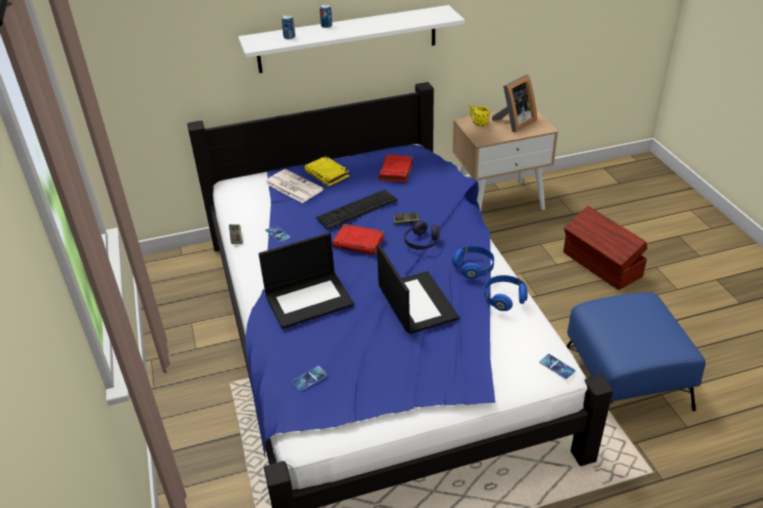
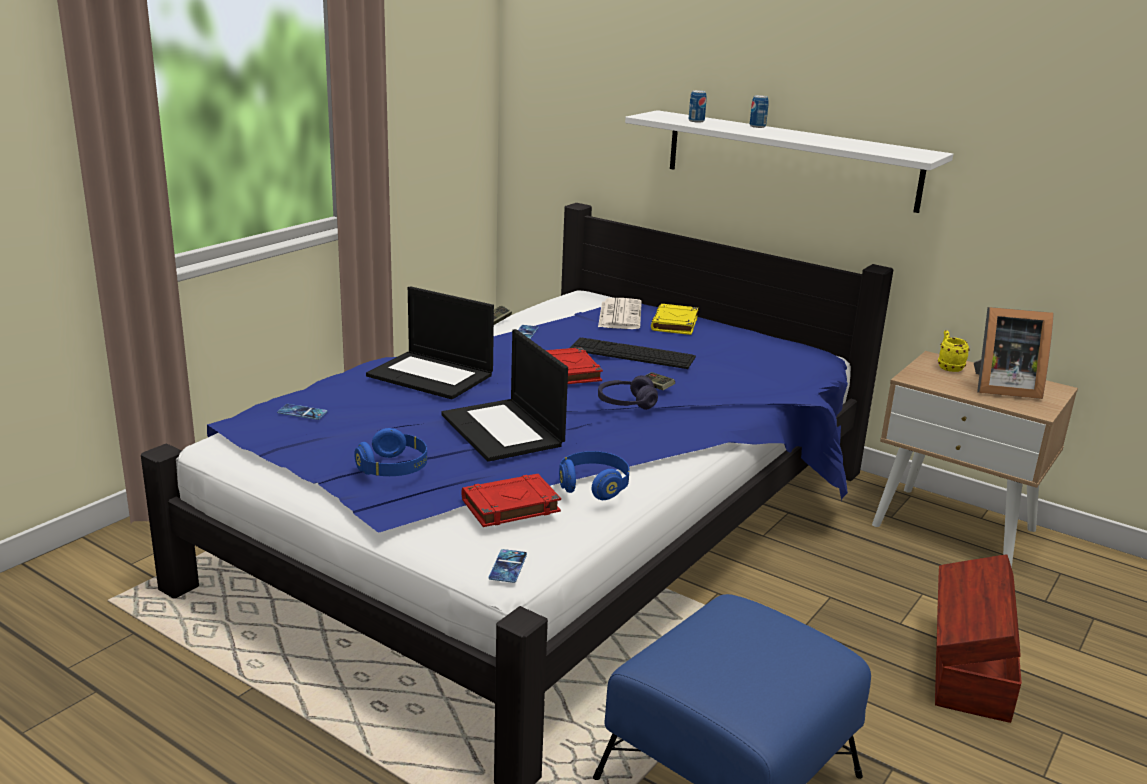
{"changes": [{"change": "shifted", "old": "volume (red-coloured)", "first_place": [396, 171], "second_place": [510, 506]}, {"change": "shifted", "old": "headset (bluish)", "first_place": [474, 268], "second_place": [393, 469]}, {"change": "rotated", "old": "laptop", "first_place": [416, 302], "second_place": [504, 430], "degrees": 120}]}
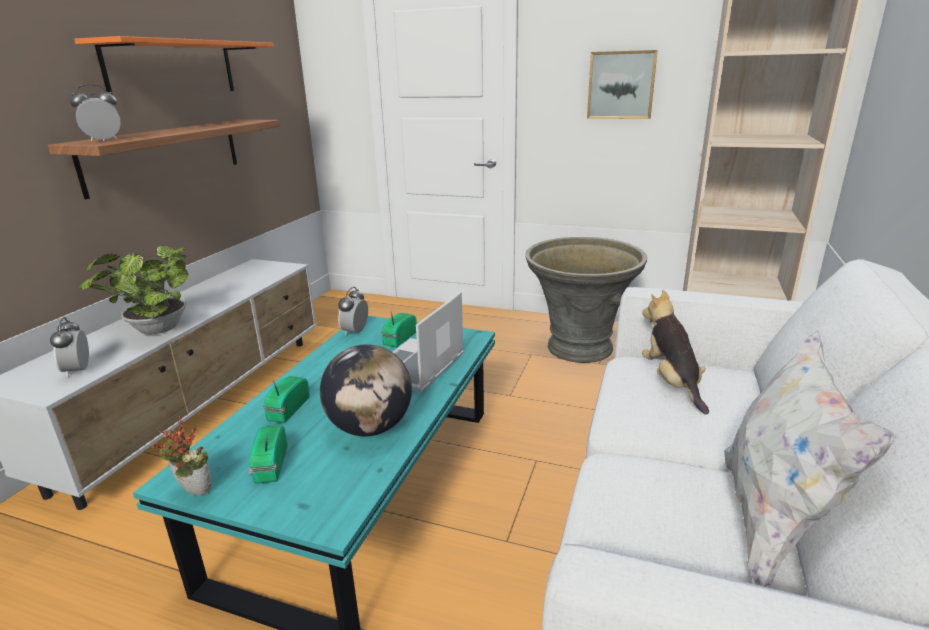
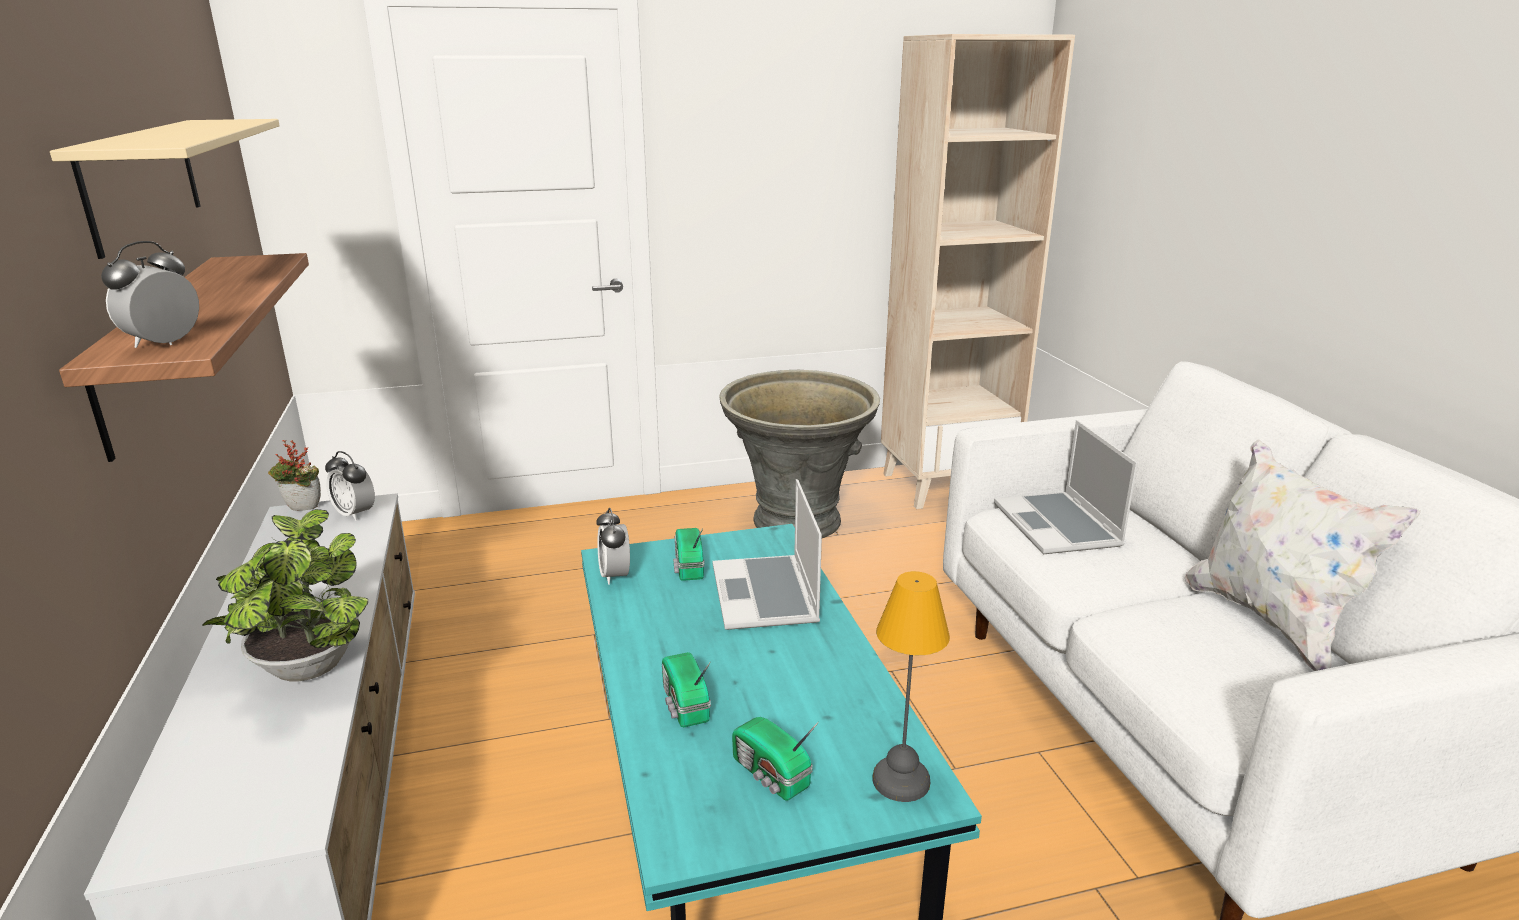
{"changes": [{"change": "gone", "old": "desk globe", "first_place": [370, 428]}, {"change": "gone", "old": "wall picture", "first_place": [621, 85]}, {"change": "new", "new": "table lamp", "second_place": [902, 781]}, {"change": "shifted", "old": "bedside clock", "first_place": [78, 370], "second_place": [355, 514]}, {"change": "shifted", "old": "houseplant", "first_place": [192, 493], "second_place": [302, 510]}, {"change": "swapped", "old": "cuddly toy", "new": "laptop", "first_place": [671, 382], "second_place": [1058, 526]}, {"change": "repainted", "old": "wall shelf (orangey)", "new": "wall shelf (sand-coloured)", "first_place": [172, 68], "second_place": [143, 181]}]}
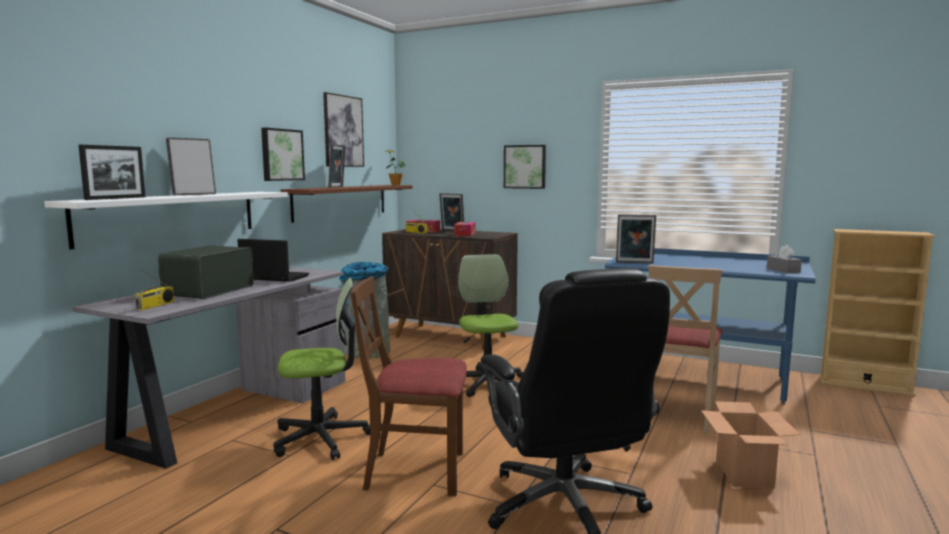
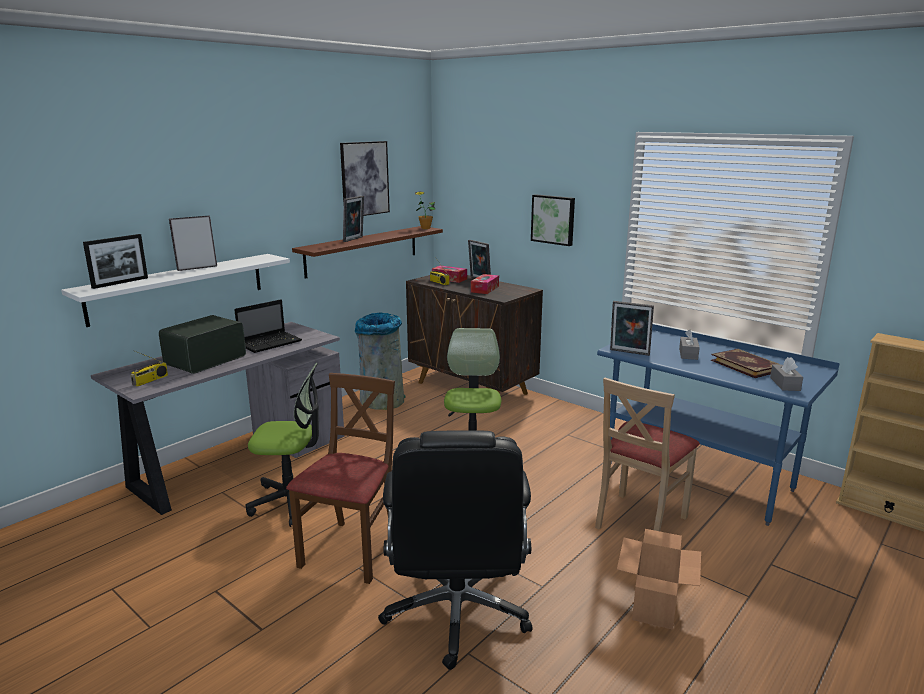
{"changes": [{"change": "gone", "old": "wall picture", "first_place": [281, 155]}, {"change": "new", "new": "tissue holder (grey)", "second_place": [688, 354]}, {"change": "new", "new": "volume", "second_place": [746, 365]}, {"change": "rotated", "old": "laptop", "first_place": [273, 277], "second_place": [271, 343], "degrees": 105}, {"change": "rotated", "old": "upright chair (brown)", "first_place": [415, 471], "second_place": [351, 551], "degrees": 90}]}
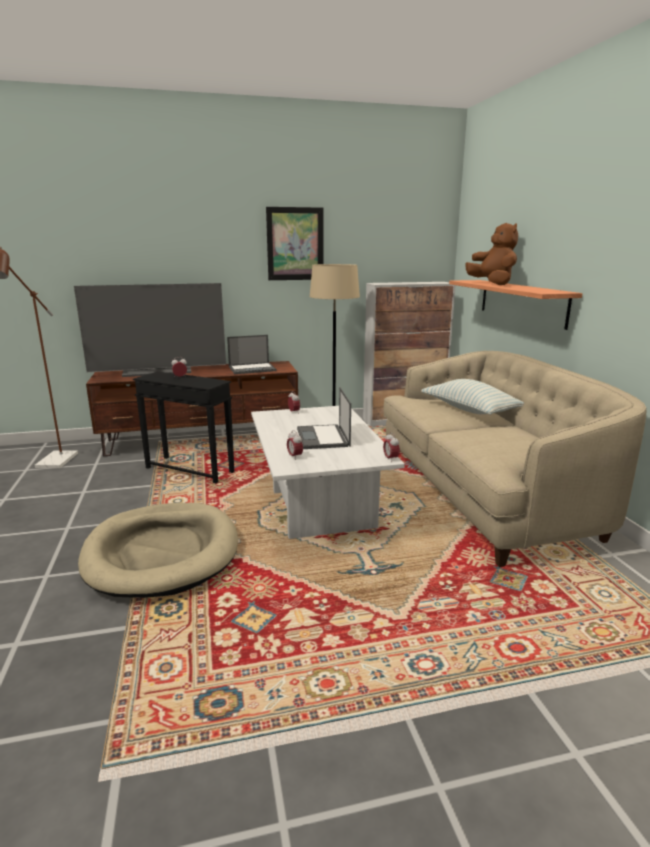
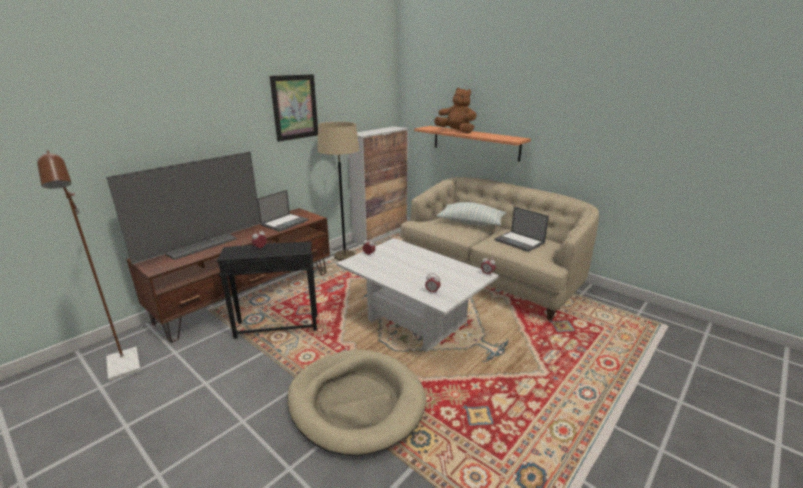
{"changes": [{"change": "shifted", "old": "laptop", "first_place": [323, 437], "second_place": [520, 241]}]}
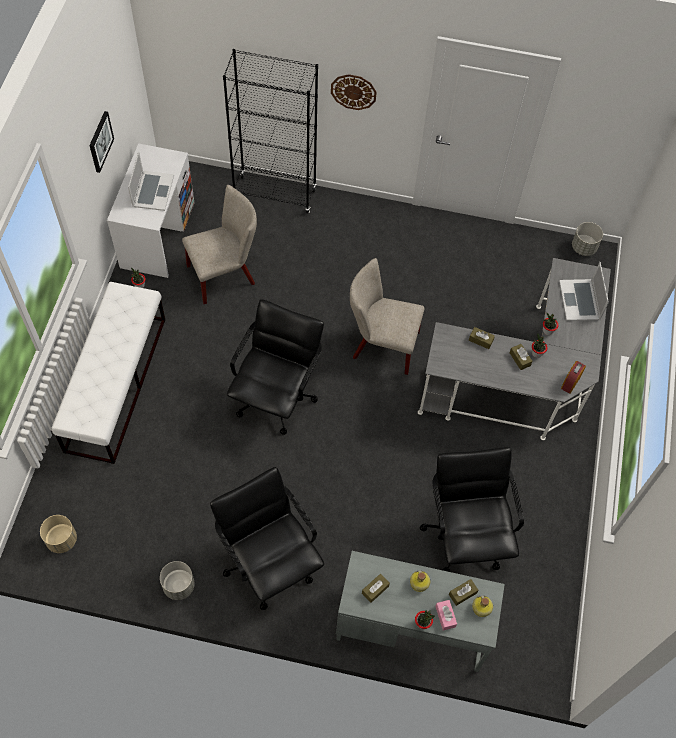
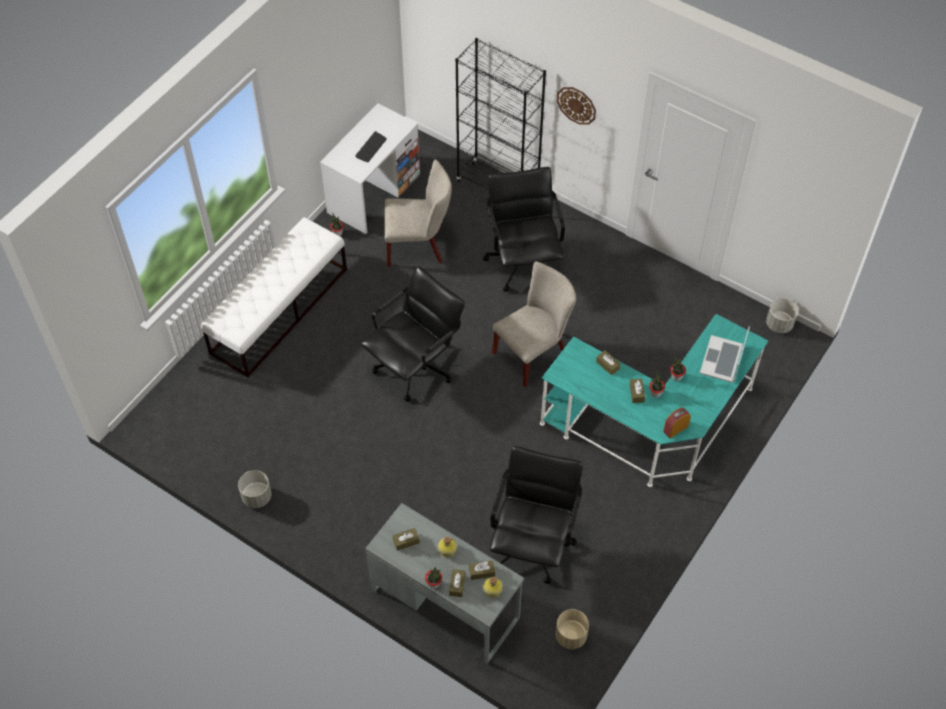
{"changes": [{"change": "gone", "old": "wall picture", "first_place": [100, 141]}, {"change": "shifted", "old": "planter (sand-coloured)", "first_place": [61, 540], "second_place": [570, 636]}, {"change": "shifted", "old": "computer chair (black)", "first_place": [269, 563], "second_place": [523, 263]}, {"change": "swapped", "old": "laptop", "new": "PC keyboard", "first_place": [152, 191], "second_place": [371, 148]}, {"change": "repainted", "old": "desk unit (grey)", "new": "desk unit (blue-green)", "first_place": [520, 381], "second_place": [653, 427]}, {"change": "repainted", "old": "tissue holder (pink)", "new": "tissue holder (brown)", "first_place": [445, 616], "second_place": [457, 585]}, {"change": "rotated", "old": "upright chair (sand-coloured)", "first_place": [381, 345], "second_place": [534, 352], "degrees": 105}]}
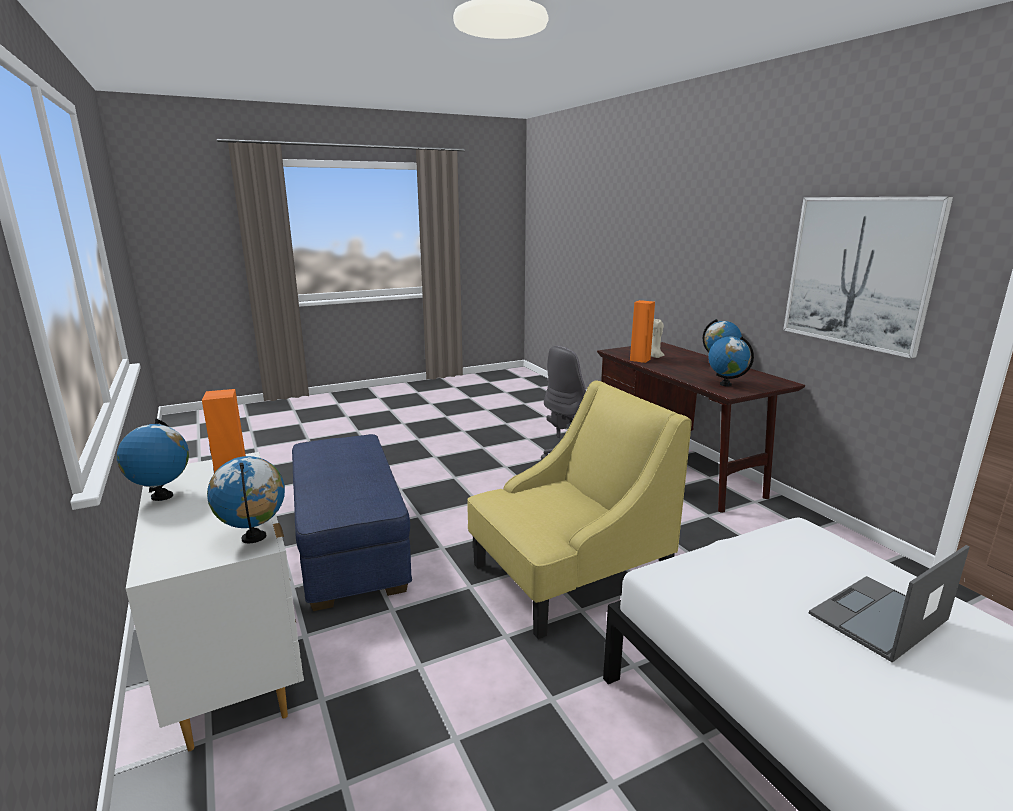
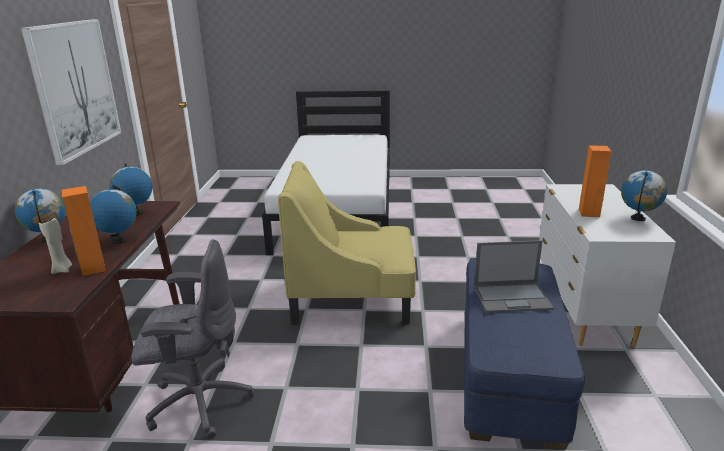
{"changes": [{"change": "shifted", "old": "desk globe", "first_place": [254, 538], "second_place": [118, 241]}, {"change": "shifted", "old": "laptop", "first_place": [878, 618], "second_place": [513, 297]}]}
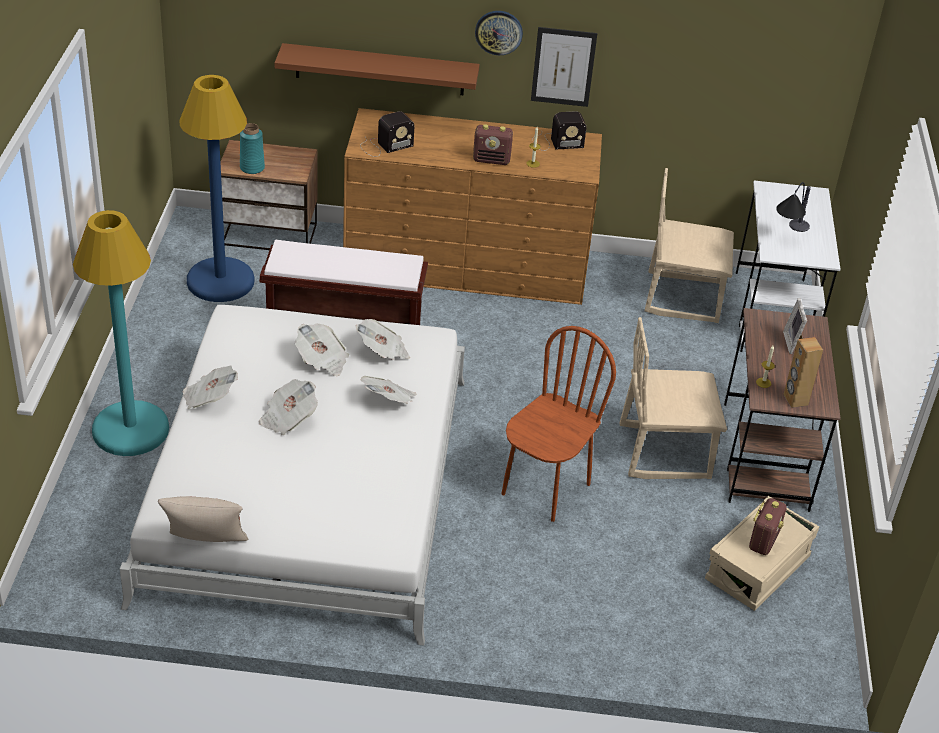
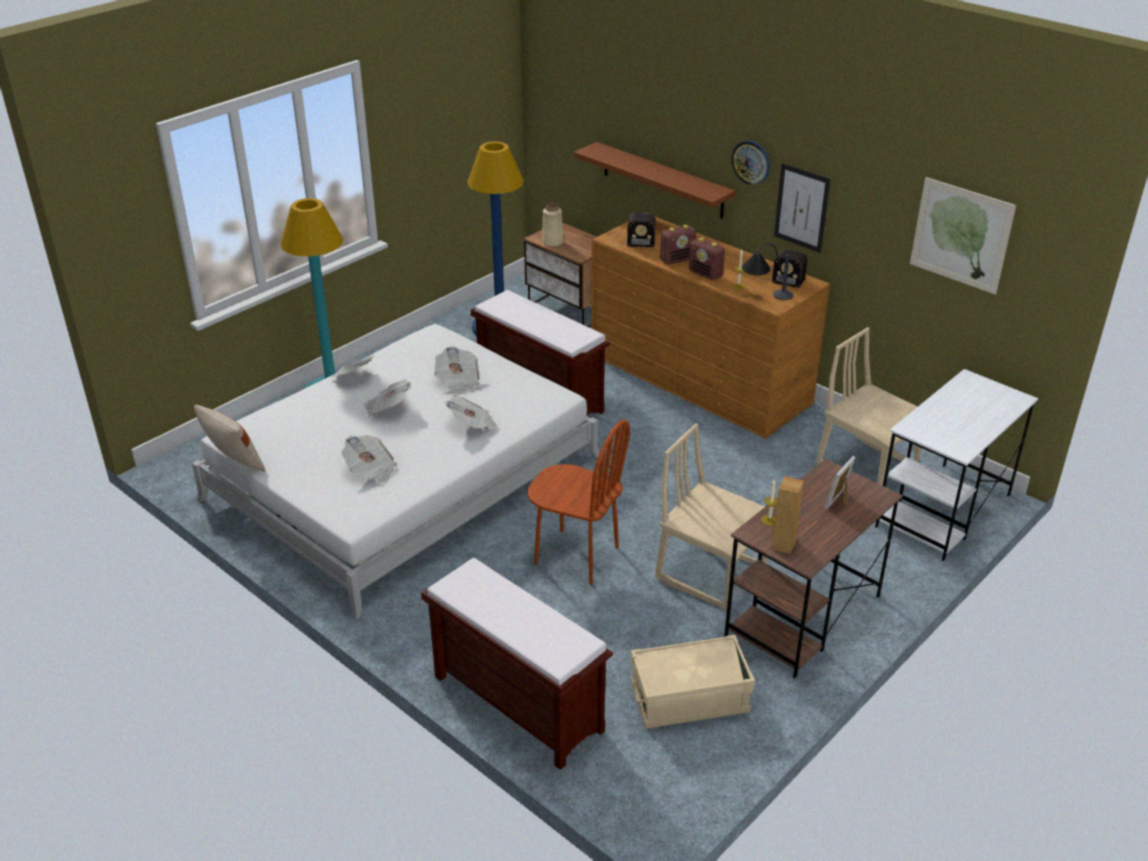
{"changes": [{"change": "new", "new": "bench (brown)", "second_place": [516, 703]}, {"change": "new", "new": "wall picture", "second_place": [961, 235]}, {"change": "shifted", "old": "daily paper", "first_place": [383, 352], "second_place": [371, 471]}, {"change": "shifted", "old": "radio", "first_place": [763, 541], "second_place": [677, 259]}, {"change": "shifted", "old": "table lamp", "first_place": [789, 235], "second_place": [764, 298]}, {"change": "repainted", "old": "flower vase (blue-green)", "new": "flower vase (sand-coloured)", "first_place": [252, 168], "second_place": [552, 242]}, {"change": "rotated", "old": "upright chair (brown)", "first_place": [545, 489], "second_place": [576, 556], "degrees": 45}]}
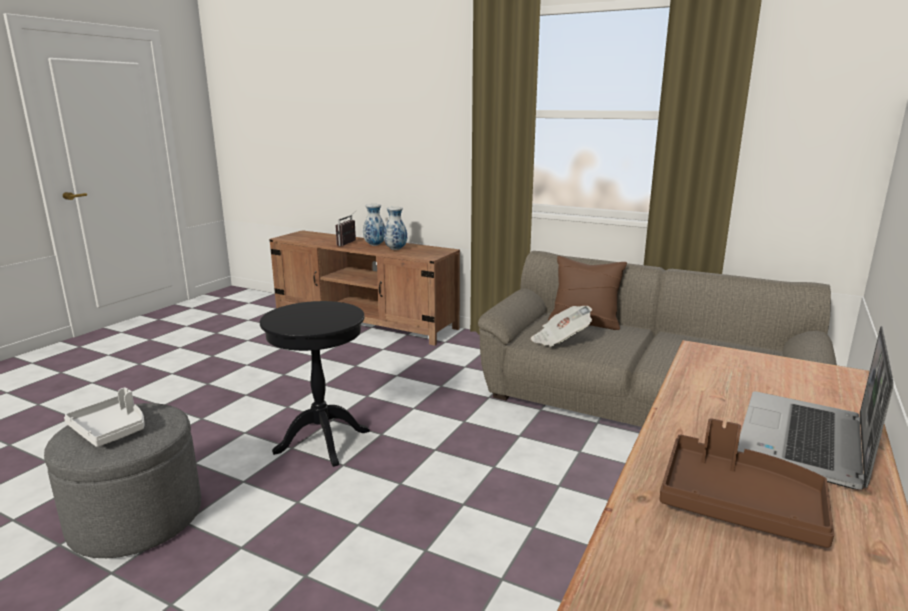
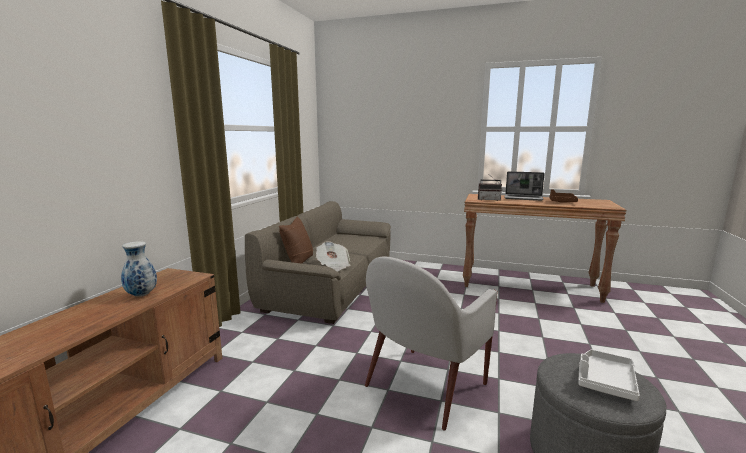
{"changes": [{"change": "gone", "old": "flower vase", "first_place": [375, 245]}, {"change": "shifted", "old": "radio", "first_place": [349, 244], "second_place": [489, 199]}, {"change": "swapped", "old": "end table (black)", "new": "easy chair (white-coloured)", "first_place": [322, 441], "second_place": [423, 386]}]}
